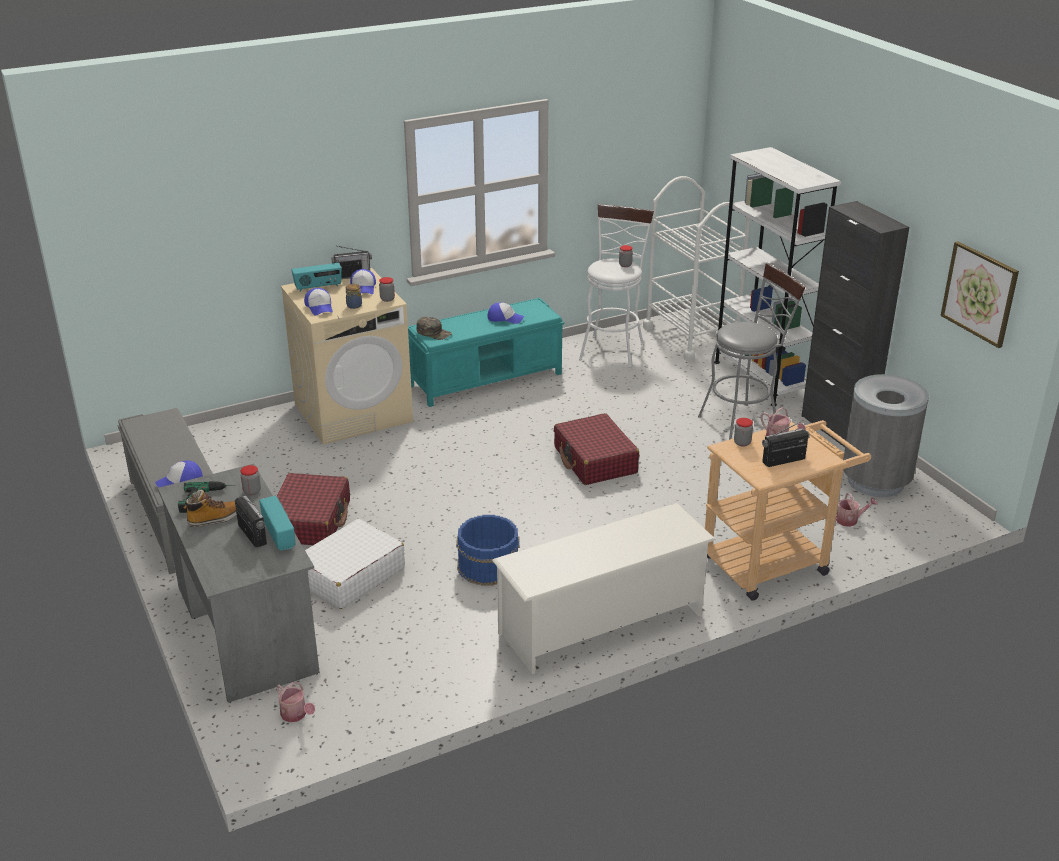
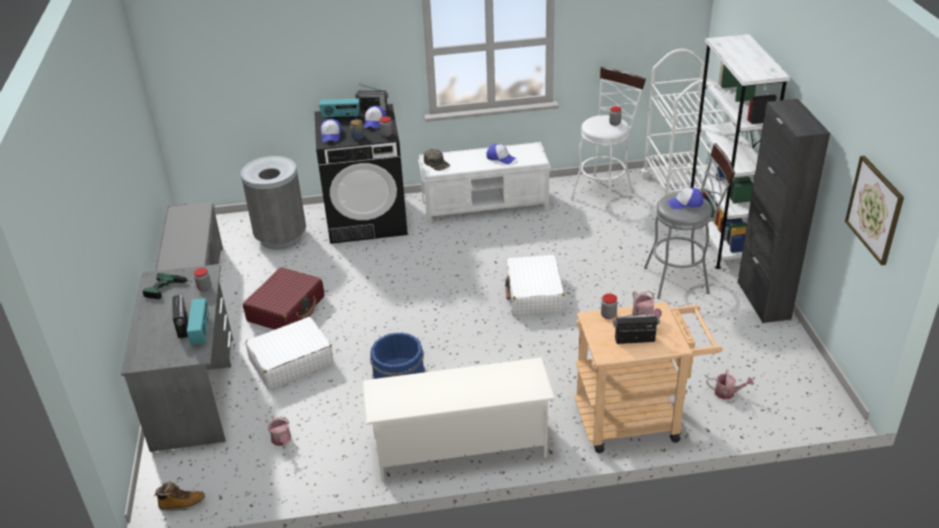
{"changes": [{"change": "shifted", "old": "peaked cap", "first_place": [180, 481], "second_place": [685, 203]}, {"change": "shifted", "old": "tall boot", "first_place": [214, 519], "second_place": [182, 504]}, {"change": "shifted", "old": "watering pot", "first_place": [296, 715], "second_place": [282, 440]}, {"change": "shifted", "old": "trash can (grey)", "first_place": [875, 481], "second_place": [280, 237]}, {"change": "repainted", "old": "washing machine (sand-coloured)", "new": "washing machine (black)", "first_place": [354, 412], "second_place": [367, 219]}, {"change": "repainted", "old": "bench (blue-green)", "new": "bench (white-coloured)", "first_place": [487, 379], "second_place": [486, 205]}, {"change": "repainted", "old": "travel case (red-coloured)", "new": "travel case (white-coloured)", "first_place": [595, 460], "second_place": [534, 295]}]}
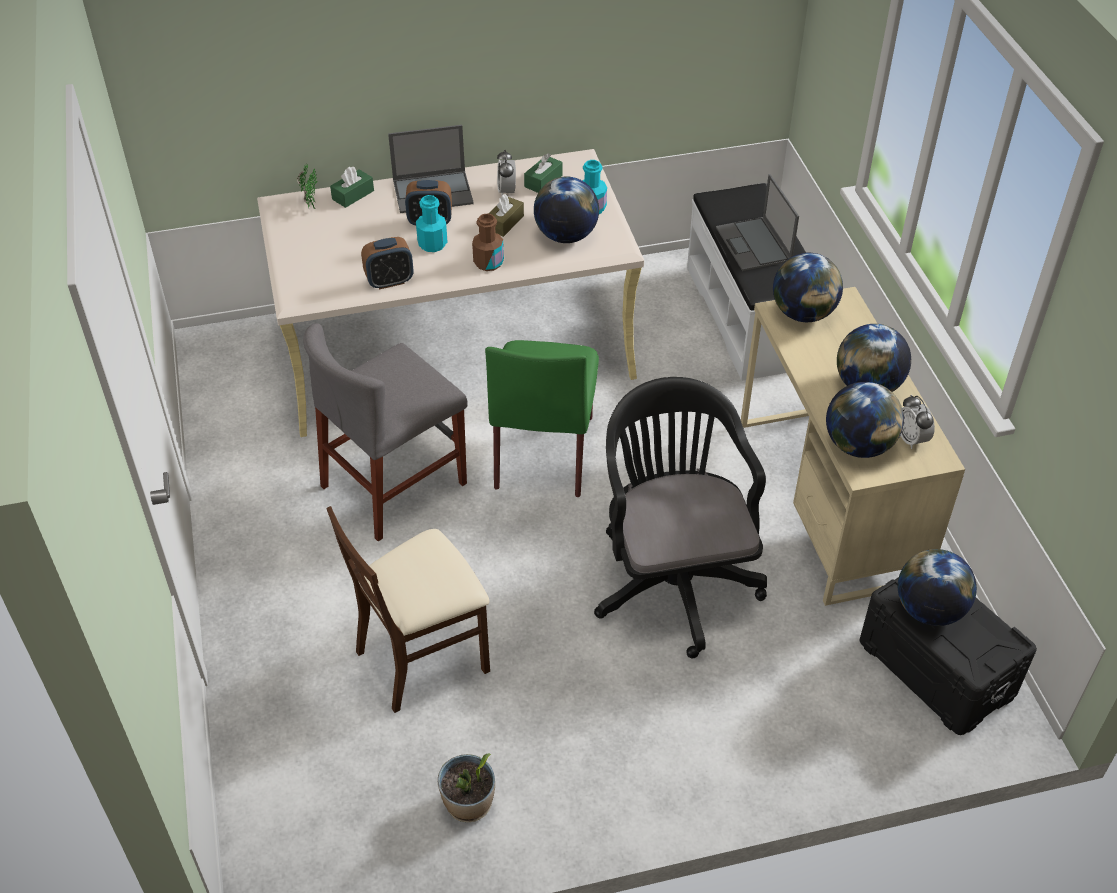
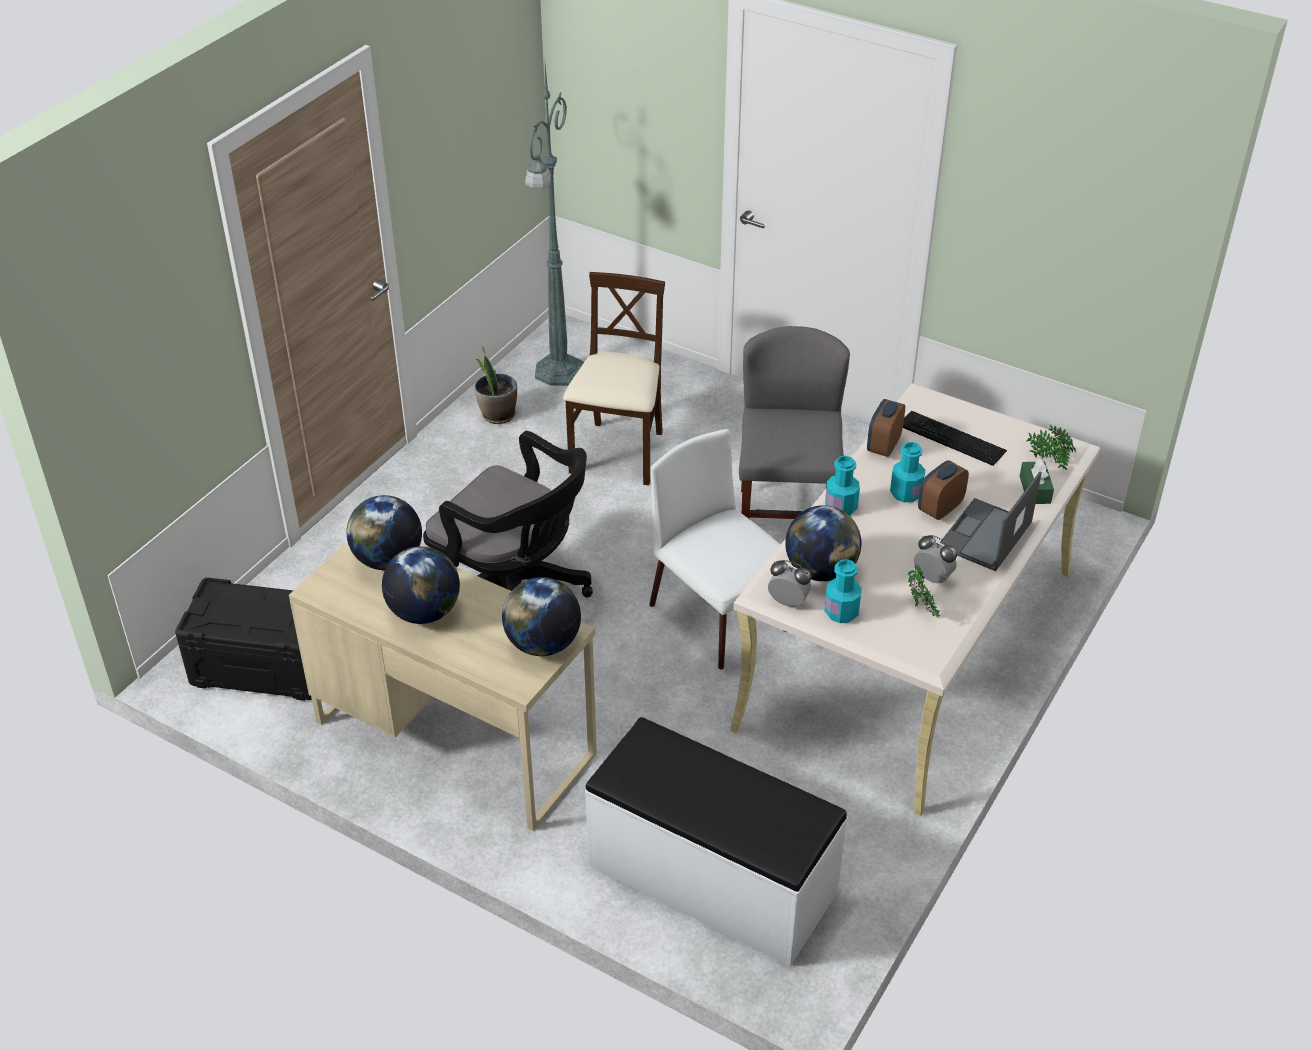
{"changes": [{"change": "gone", "old": "tissue holder (brown)", "first_place": [505, 223]}, {"change": "gone", "old": "laptop", "first_place": [754, 245]}, {"change": "gone", "old": "desk globe", "first_place": [929, 610]}, {"change": "new", "new": "standing lamp (green)", "second_place": [558, 372]}, {"change": "new", "new": "PC keyboard", "second_place": [951, 438]}, {"change": "shifted", "old": "bedside clock", "first_place": [911, 439], "second_place": [788, 602]}, {"change": "swapped", "old": "tissue holder (green)", "new": "houseplant", "first_place": [543, 181], "second_place": [921, 610]}, {"change": "repainted", "old": "drink bottle (brown)", "new": "drink bottle (blue-green)", "first_place": [488, 263], "second_place": [841, 507]}, {"change": "repainted", "old": "upright chair (green)", "new": "upright chair (white-coloured)", "first_place": [544, 450], "second_place": [720, 619]}]}
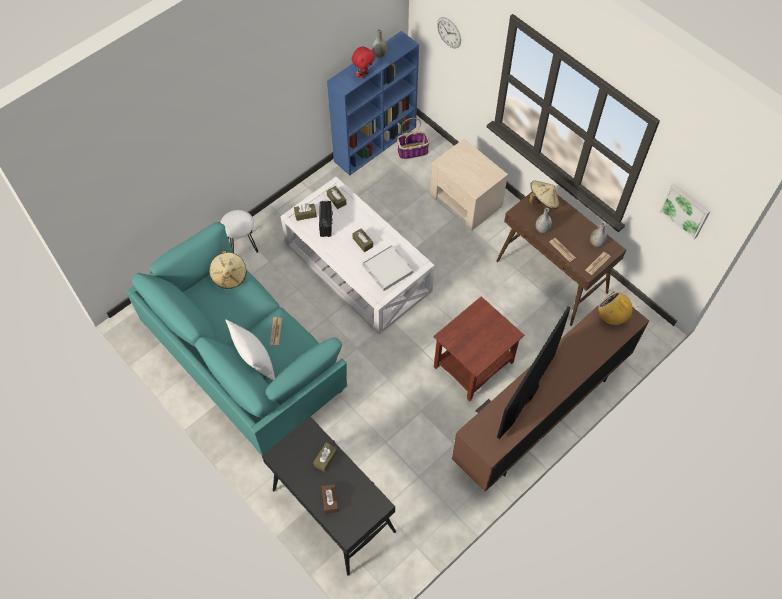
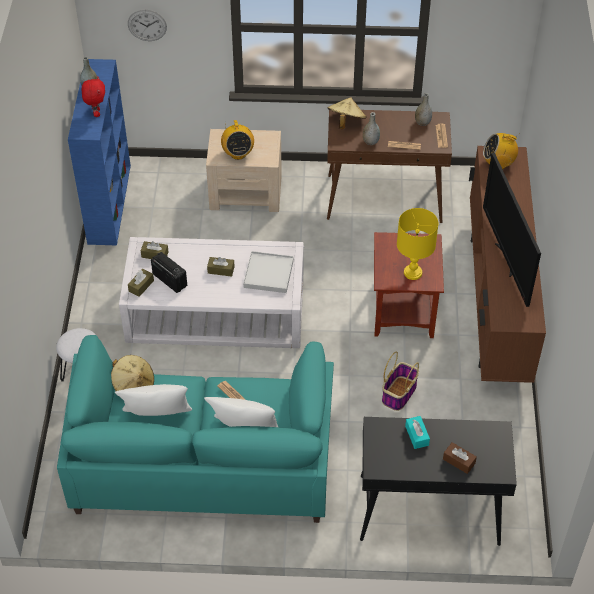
{"changes": [{"change": "gone", "old": "wall picture", "first_place": [685, 210]}, {"change": "new", "new": "throw pillow (white-coloured)", "second_place": [157, 418]}, {"change": "new", "new": "radio", "second_place": [238, 154]}, {"change": "new", "new": "table lamp (yellow)", "second_place": [413, 272]}, {"change": "shifted", "old": "basket", "first_place": [413, 151], "second_place": [399, 393]}, {"change": "repainted", "old": "tissue holder (brown)", "new": "tissue holder (blue-green)", "first_place": [325, 459], "second_place": [417, 435]}]}
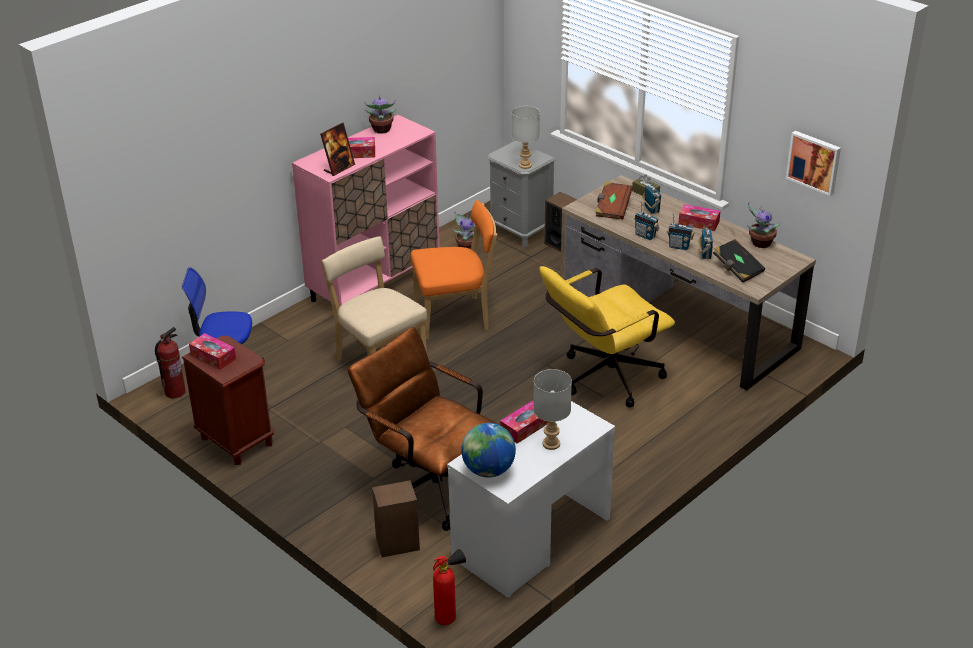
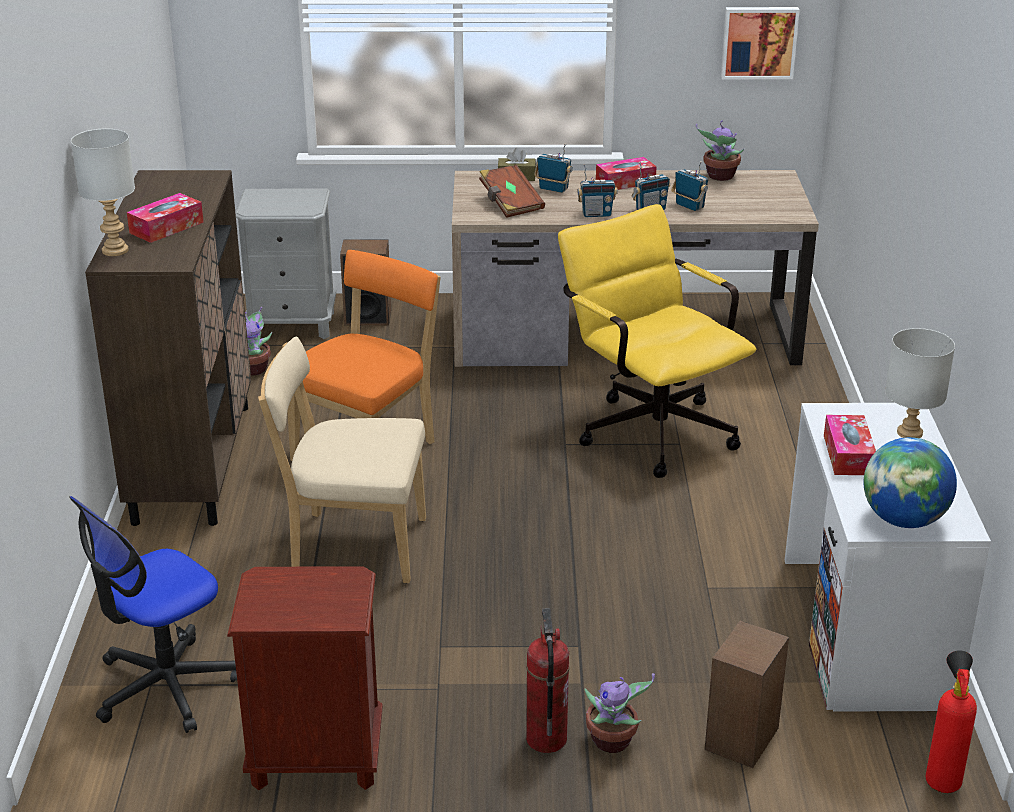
{"changes": [{"change": "gone", "old": "tissue holder", "first_place": [213, 357]}, {"change": "gone", "old": "standing frame", "first_place": [339, 168]}, {"change": "gone", "old": "computer chair (brown)", "first_place": [429, 485]}, {"change": "gone", "old": "volume (black)", "first_place": [737, 269]}, {"change": "shifted", "old": "extinguisher", "first_place": [175, 392], "second_place": [545, 739]}, {"change": "shifted", "old": "houseplant", "first_place": [381, 130], "second_place": [613, 742]}, {"change": "shifted", "old": "table lamp (grey)", "first_place": [525, 165], "second_place": [116, 250]}, {"change": "repainted", "old": "cupboard (pink)", "new": "cupboard (brown)", "first_place": [375, 283], "second_place": [193, 462]}, {"change": "rotated", "old": "computer chair (yellow)", "first_place": [603, 379], "second_place": [649, 427], "degrees": 135}]}
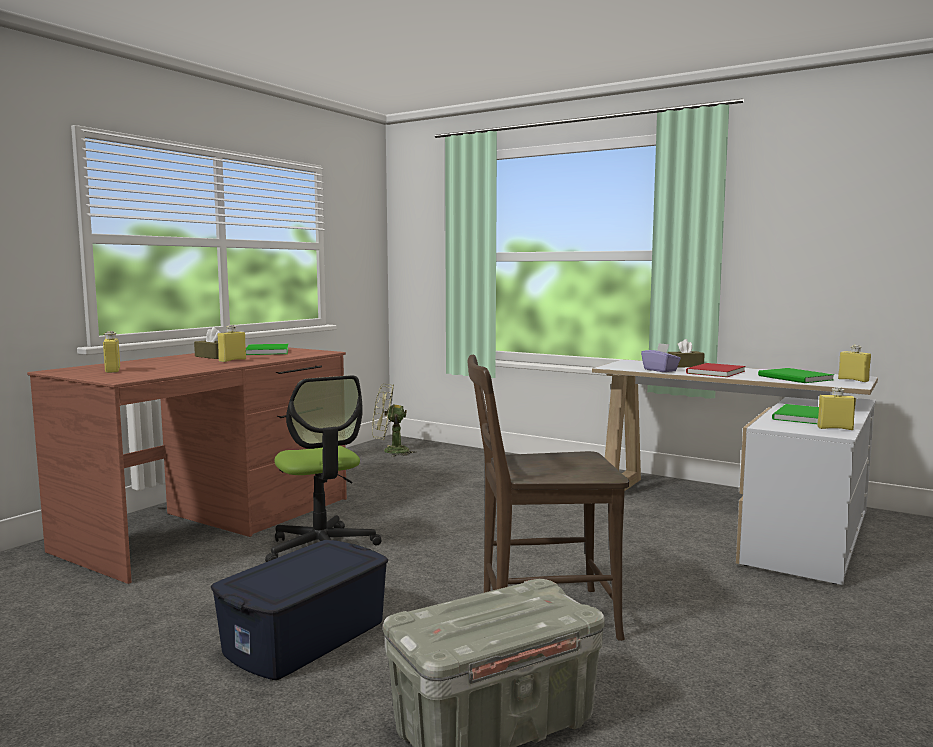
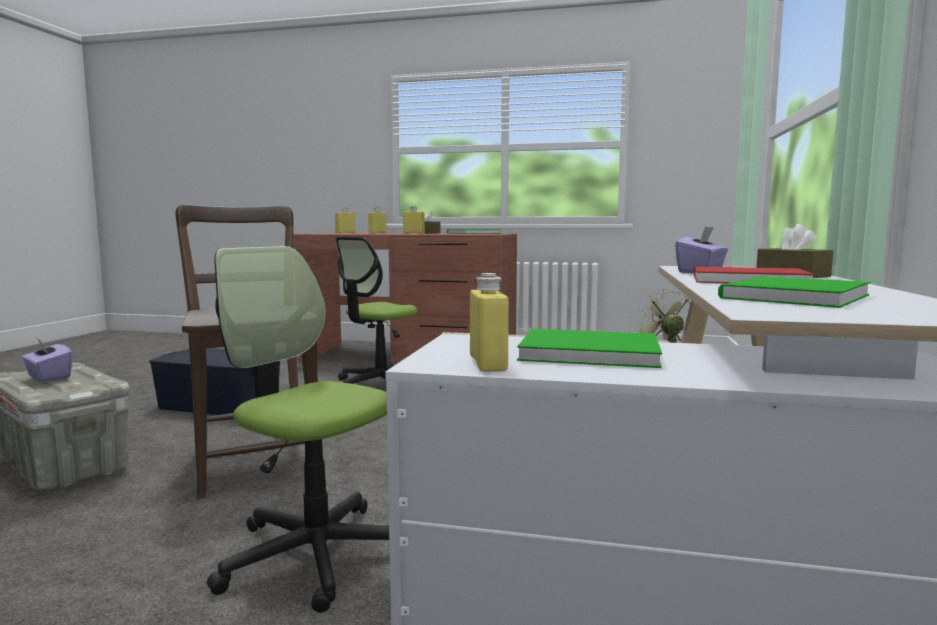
{"changes": [{"change": "new", "new": "tissue holder (purple)", "second_place": [48, 377]}, {"change": "new", "new": "computer chair", "second_place": [313, 554]}, {"change": "shifted", "old": "drink bottle (yellow)", "first_place": [853, 380], "second_place": [377, 233]}]}
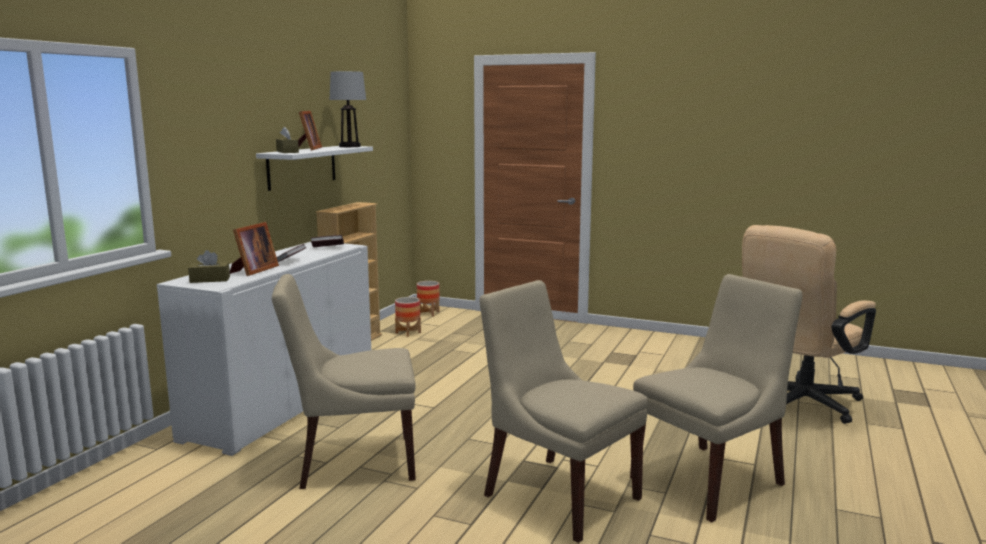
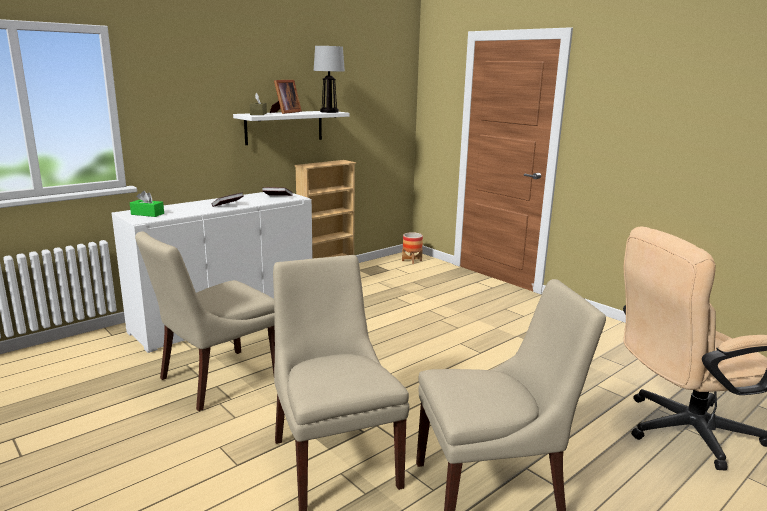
{"changes": [{"change": "gone", "old": "standing frame", "first_place": [253, 271]}, {"change": "gone", "old": "planter", "first_place": [408, 332]}, {"change": "repainted", "old": "tissue holder (brown)", "new": "tissue holder (green)", "first_place": [210, 280], "second_place": [147, 214]}, {"change": "rotated", "old": "upright chair (sand-coloured)", "first_place": [352, 461], "second_place": [216, 380], "degrees": -60}]}
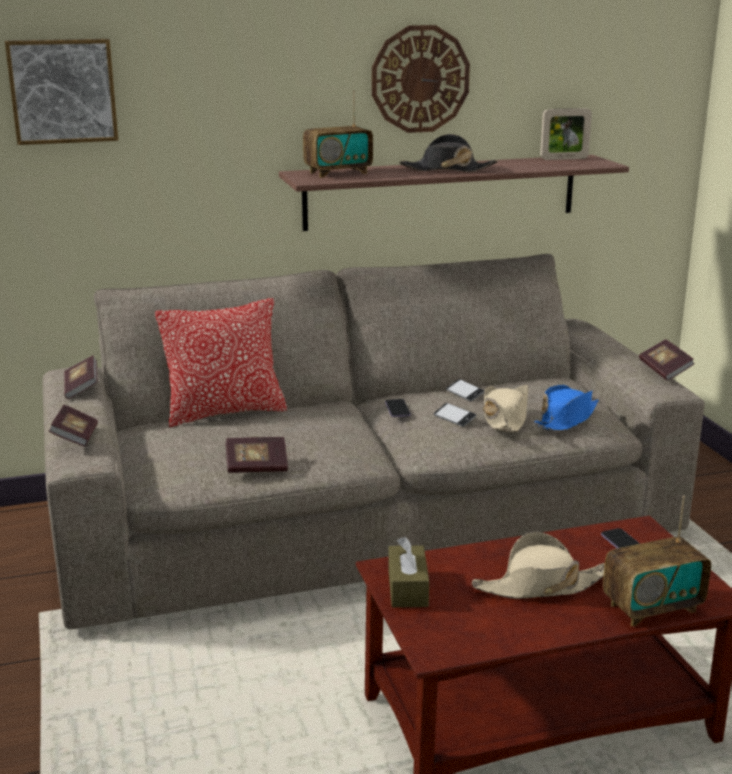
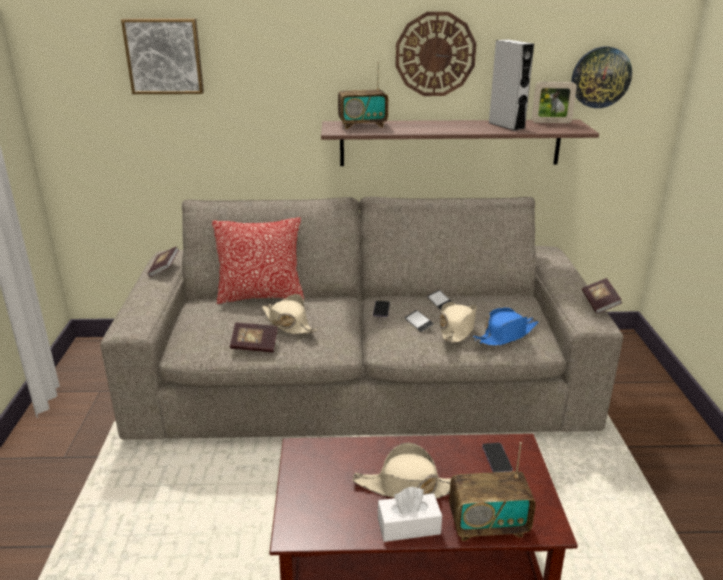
{"changes": [{"change": "gone", "old": "volume", "first_place": [75, 438]}, {"change": "gone", "old": "tissue holder (brown)", "first_place": [407, 588]}, {"change": "gone", "old": "hat (black)", "first_place": [447, 170]}, {"change": "new", "new": "hat (sand-coloured)", "second_place": [288, 323]}, {"change": "new", "new": "tissue holder (white-coloured)", "second_place": [408, 526]}, {"change": "new", "new": "loudspeaker (grey)", "second_place": [506, 125]}, {"change": "new", "new": "hanging clock", "second_place": [600, 77]}]}
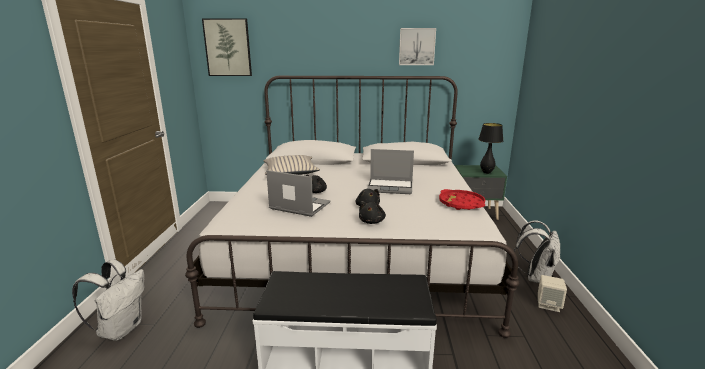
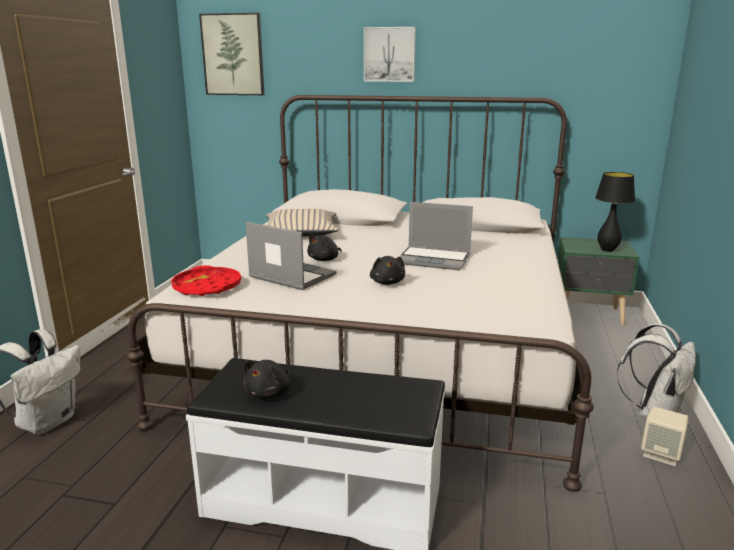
{"changes": [{"change": "shifted", "old": "cuddly toy (black)", "first_place": [372, 221], "second_place": [269, 393]}, {"change": "shifted", "old": "wall picture", "first_place": [416, 46], "second_place": [389, 54]}, {"change": "shifted", "old": "serving tray (red-coloured)", "first_place": [461, 203], "second_place": [207, 287]}]}
